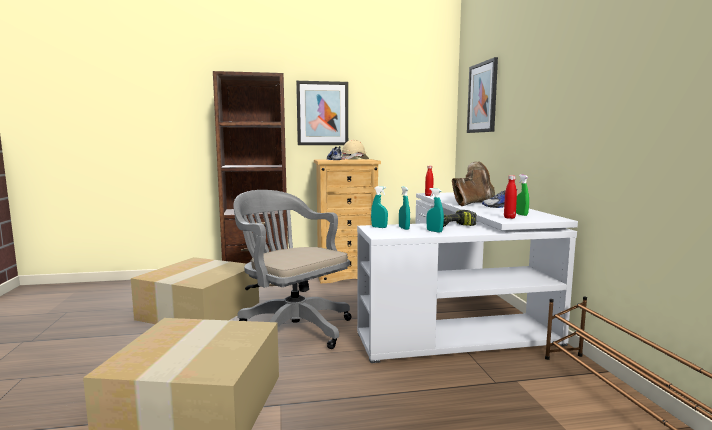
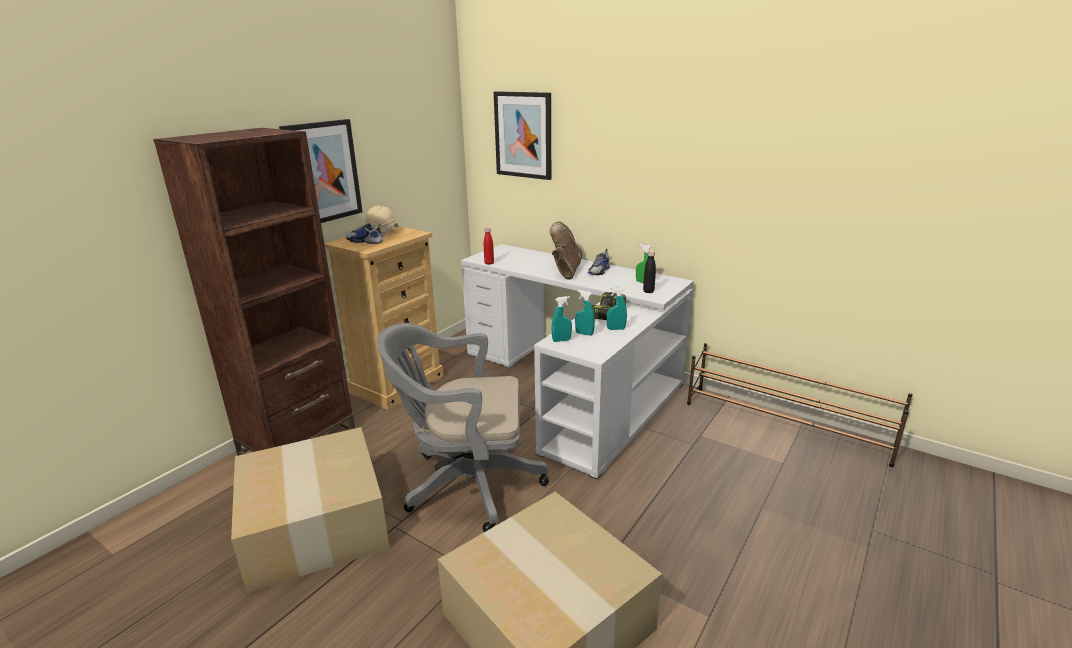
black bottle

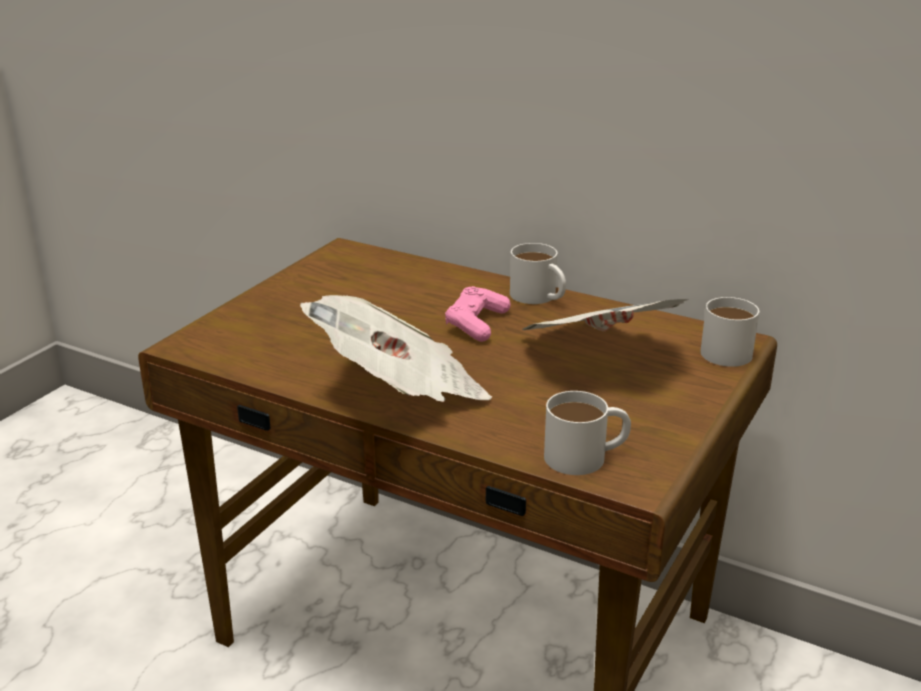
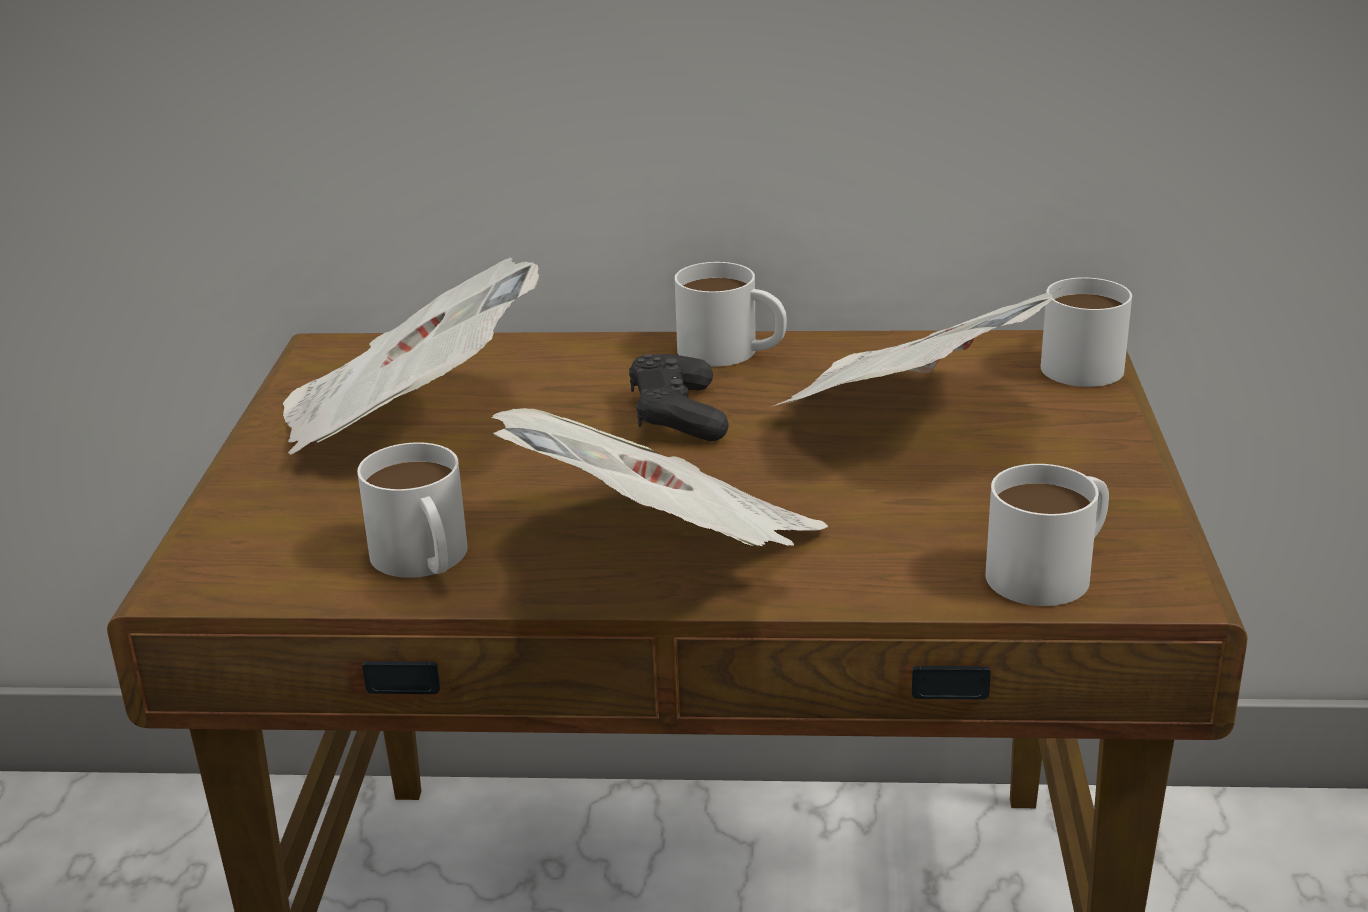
black game controller
newspaper (1st from left)
white mug (1st from left)

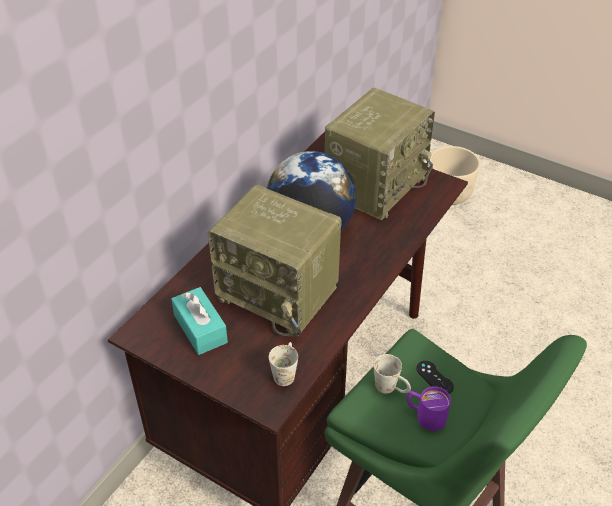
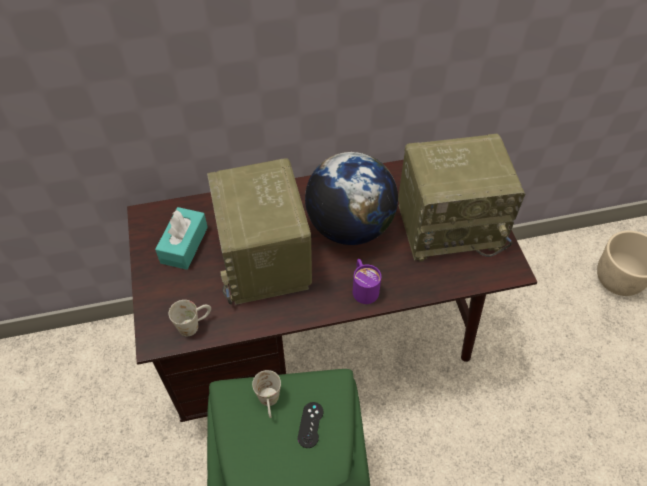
purple mug

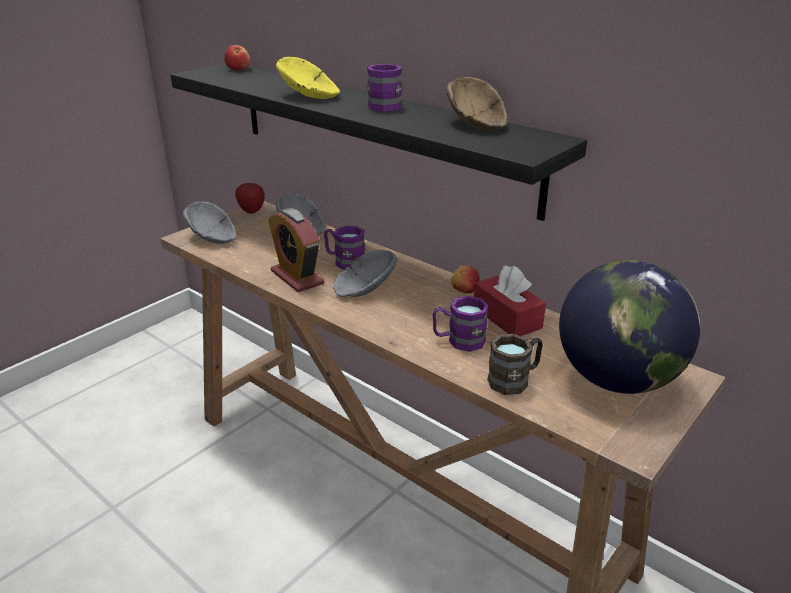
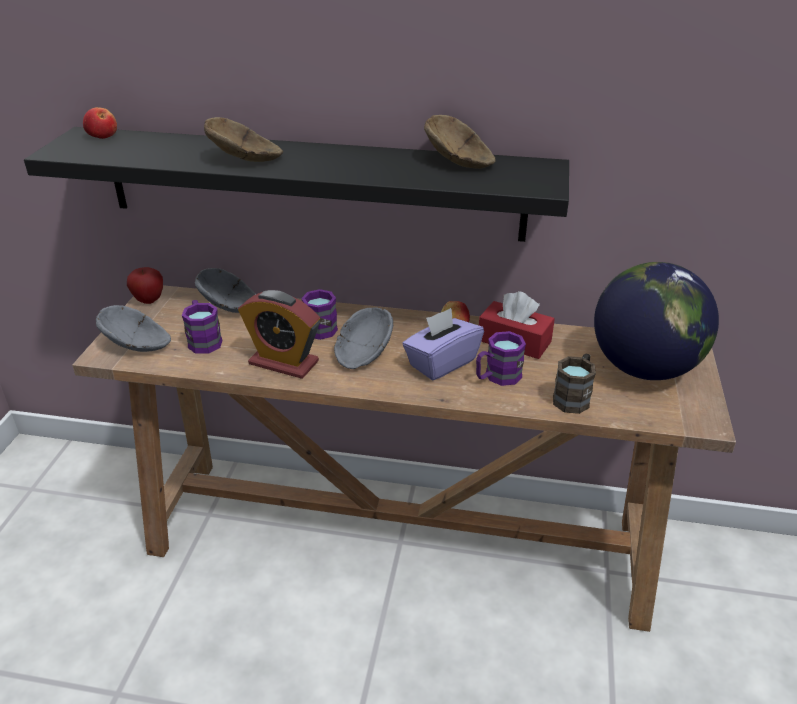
brown bowl (1st from left)
purple mug (1st from left)
purple tissue box

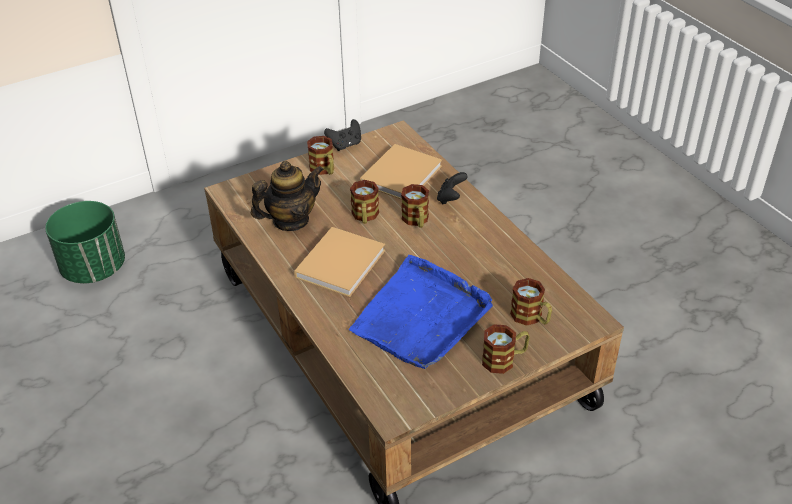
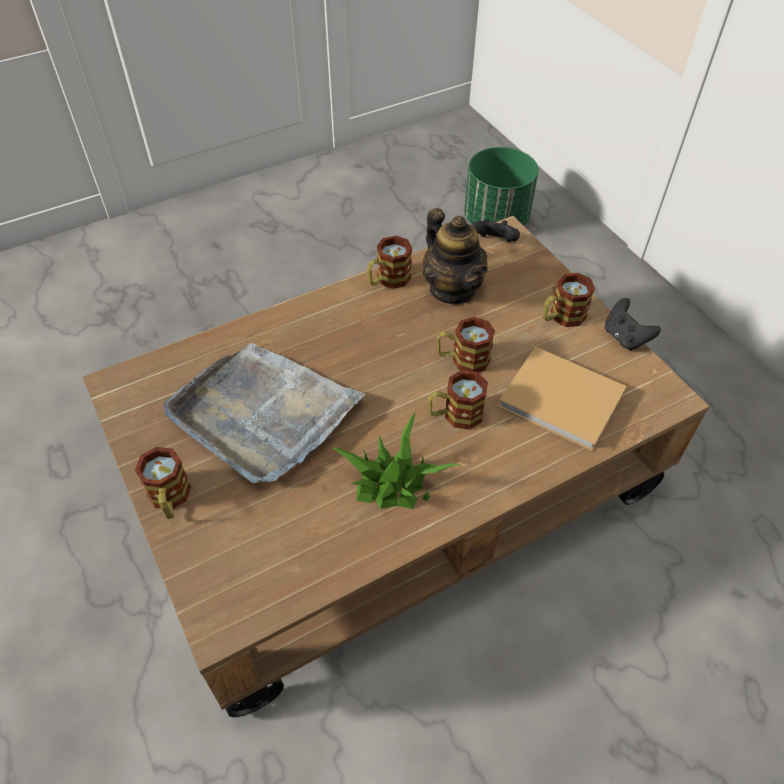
beige book (1st from left in the first image)
grey tray
black game controller (1st from left)
mug (2nd from left)
potted plant

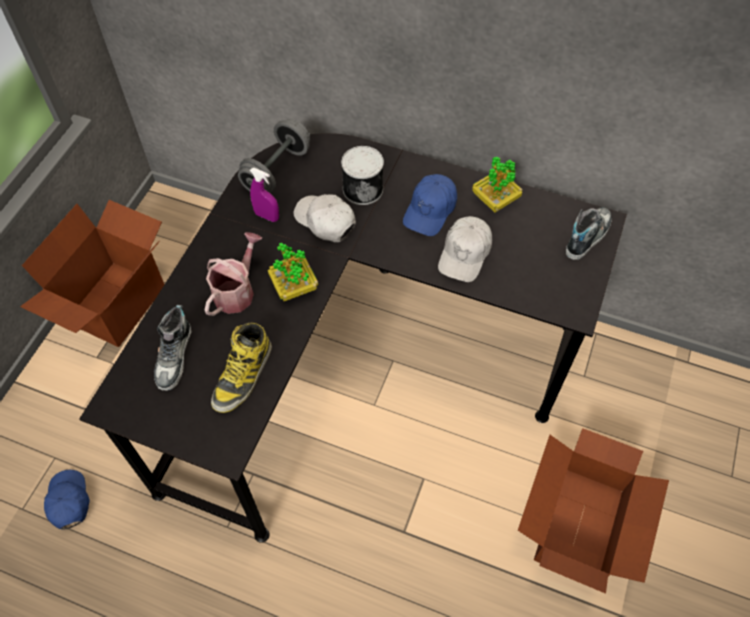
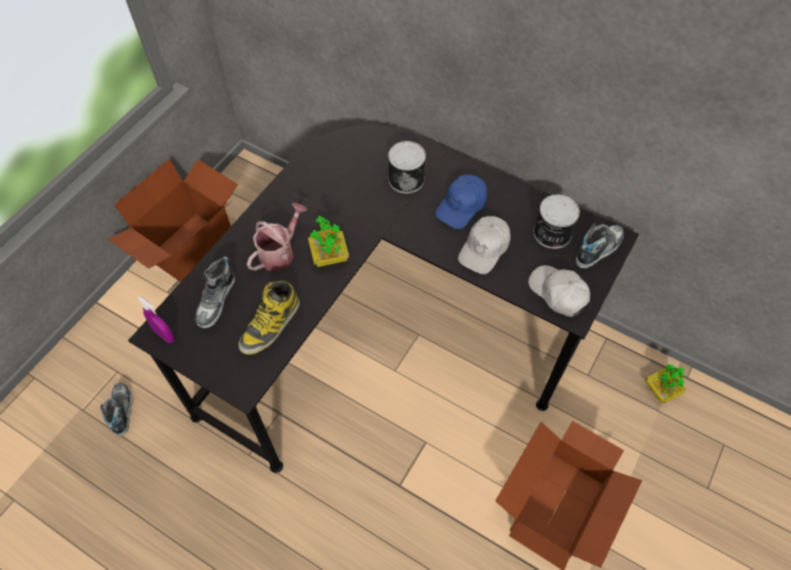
shoe (1st from left)
grey dumbbell
purple spray bottle
white cap (2nd from left)
potted plant (2nd from left)
can (2nd from left)

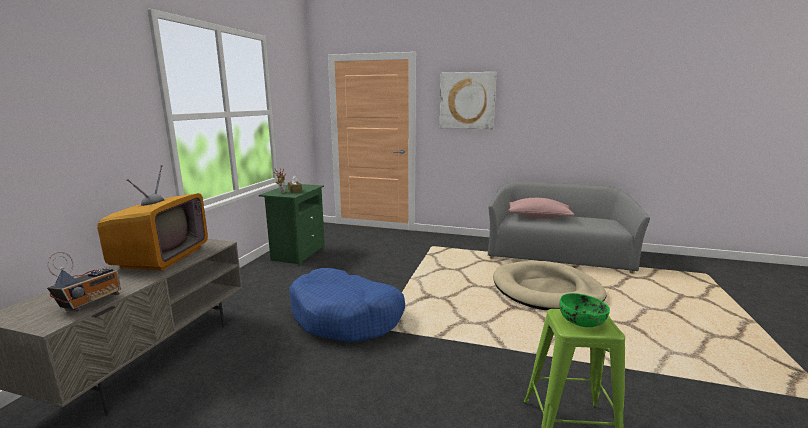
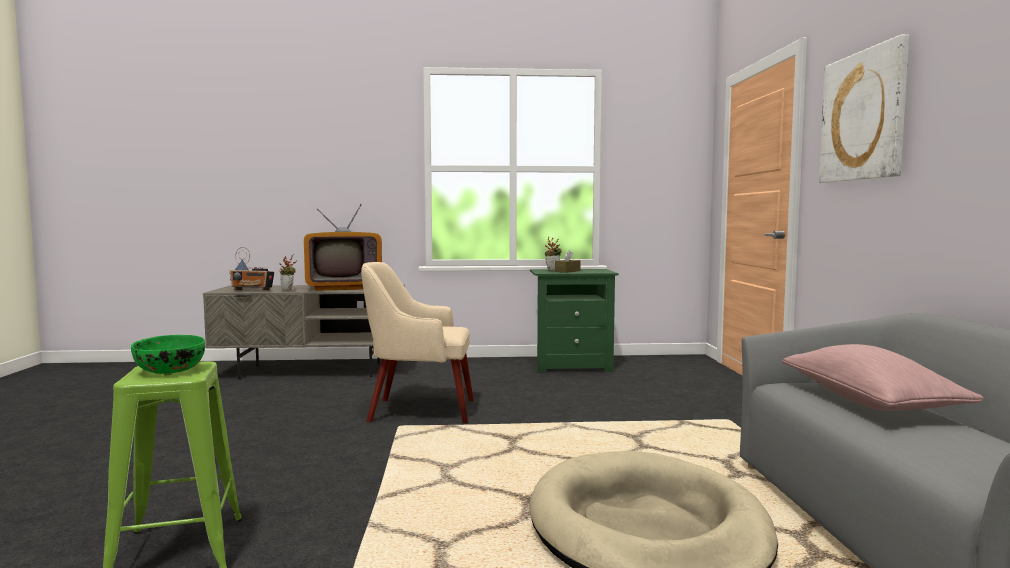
beige armchair
potted plant (1st from left)

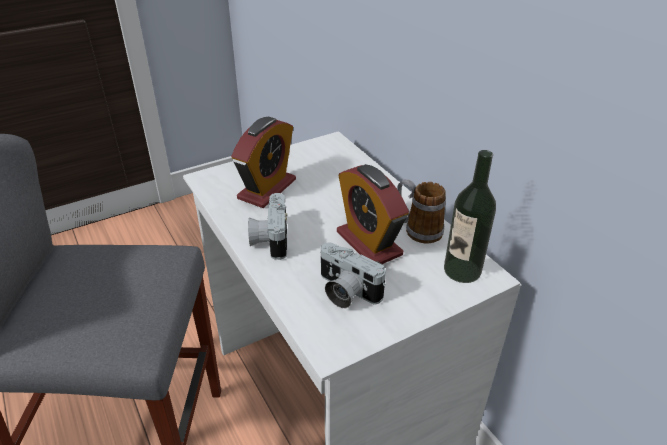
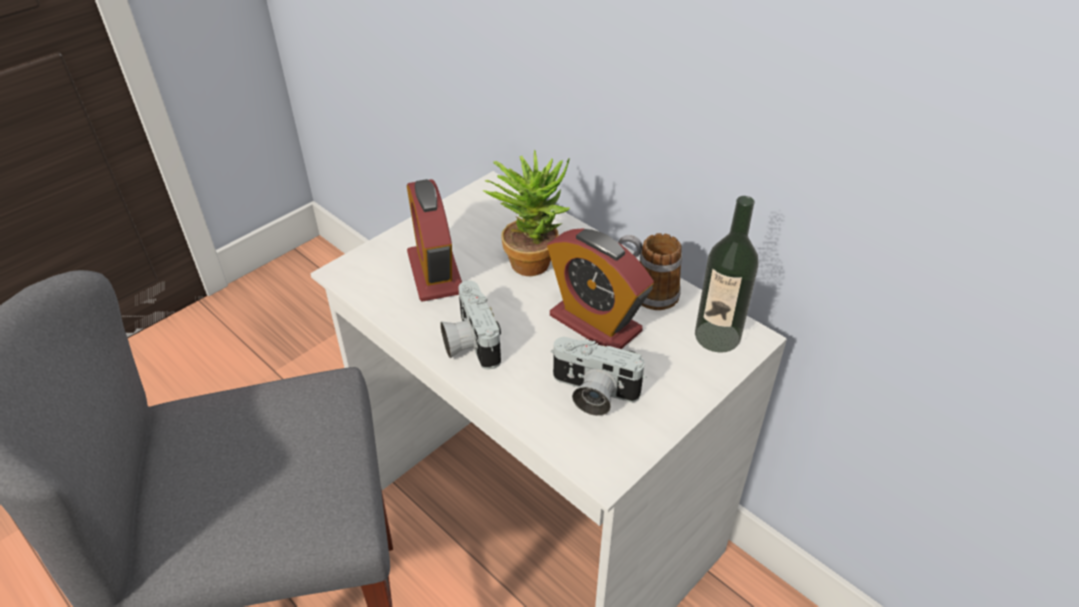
alarm clock (1st from left)
potted plant

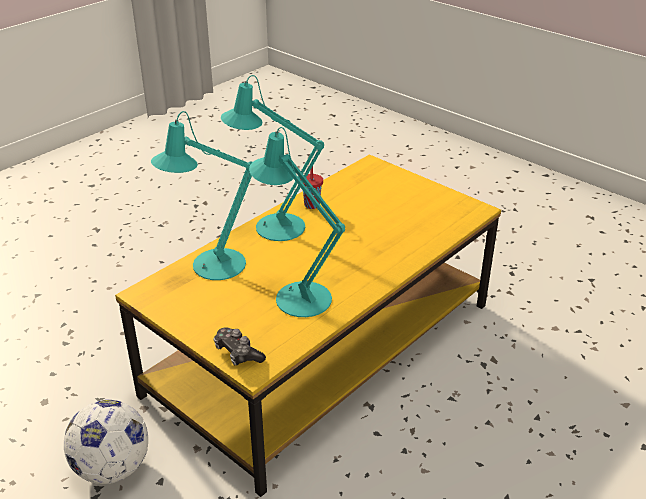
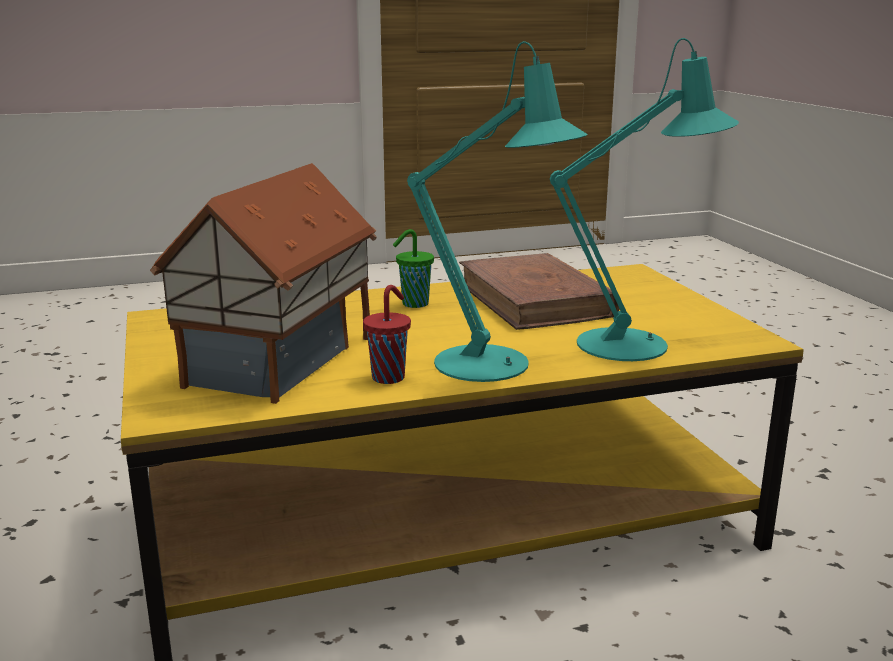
football
game controller
brown book
toy house
green cup

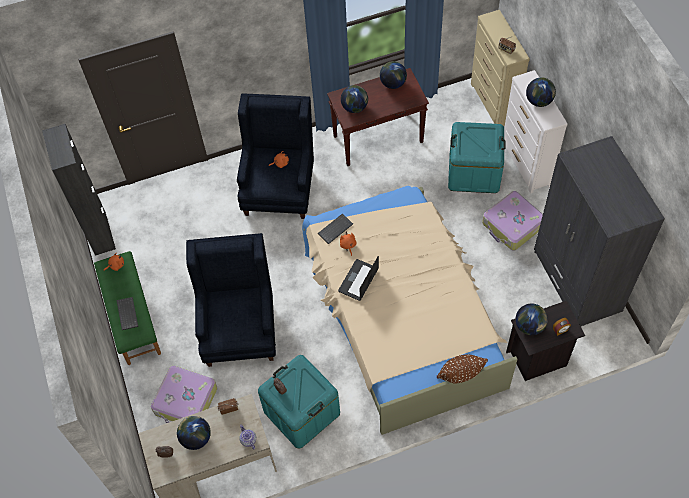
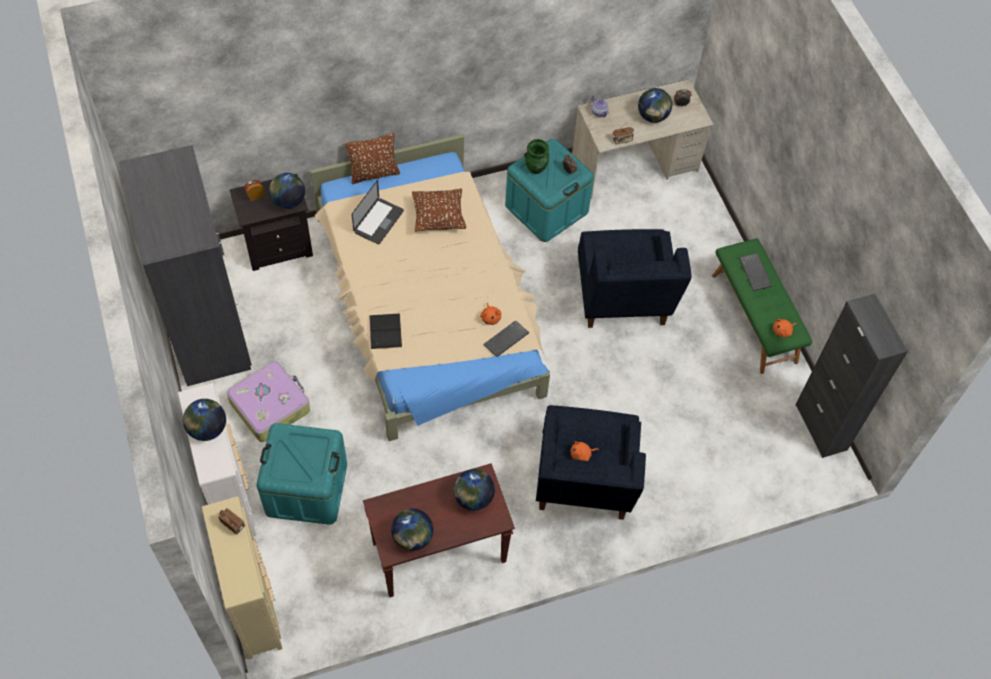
suitcase (1st from left in the first image)
laptop
black book
brown pillow (2nd from left)
green vase

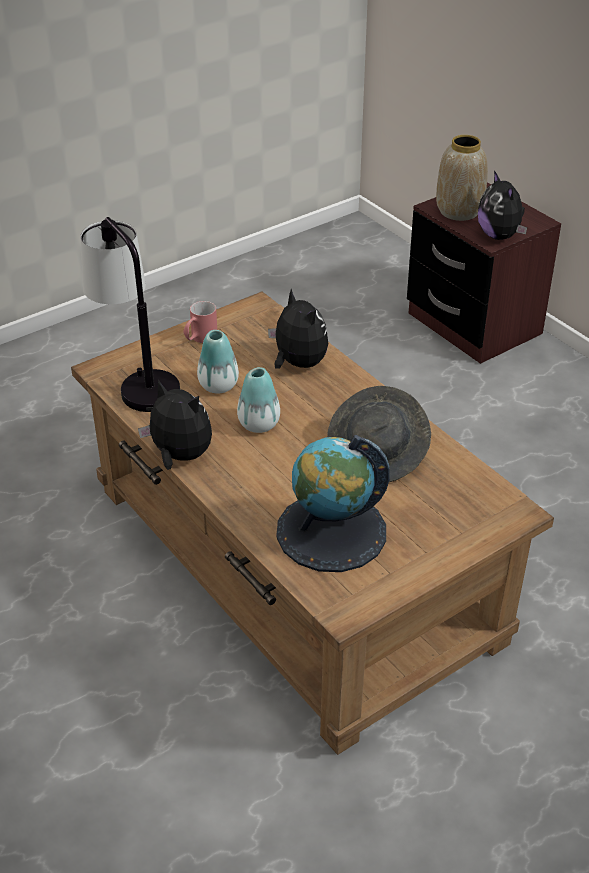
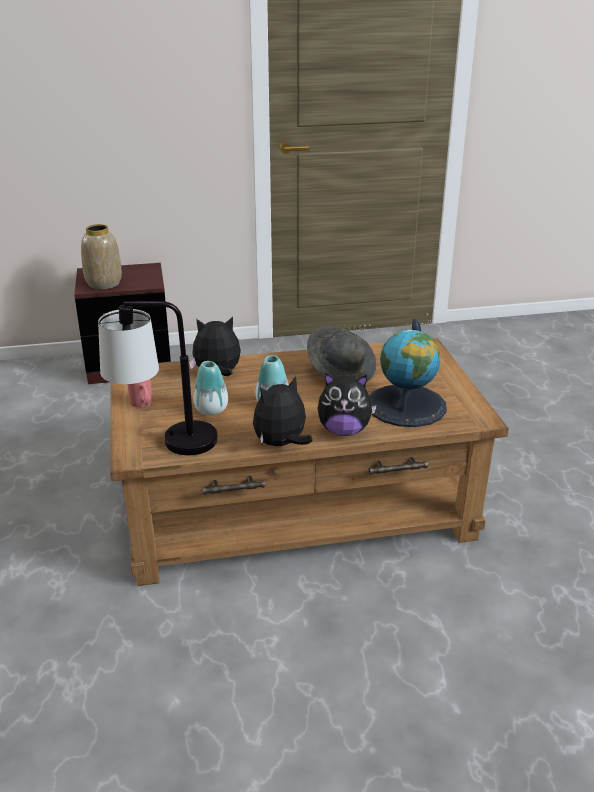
plush toy (3rd from left)

